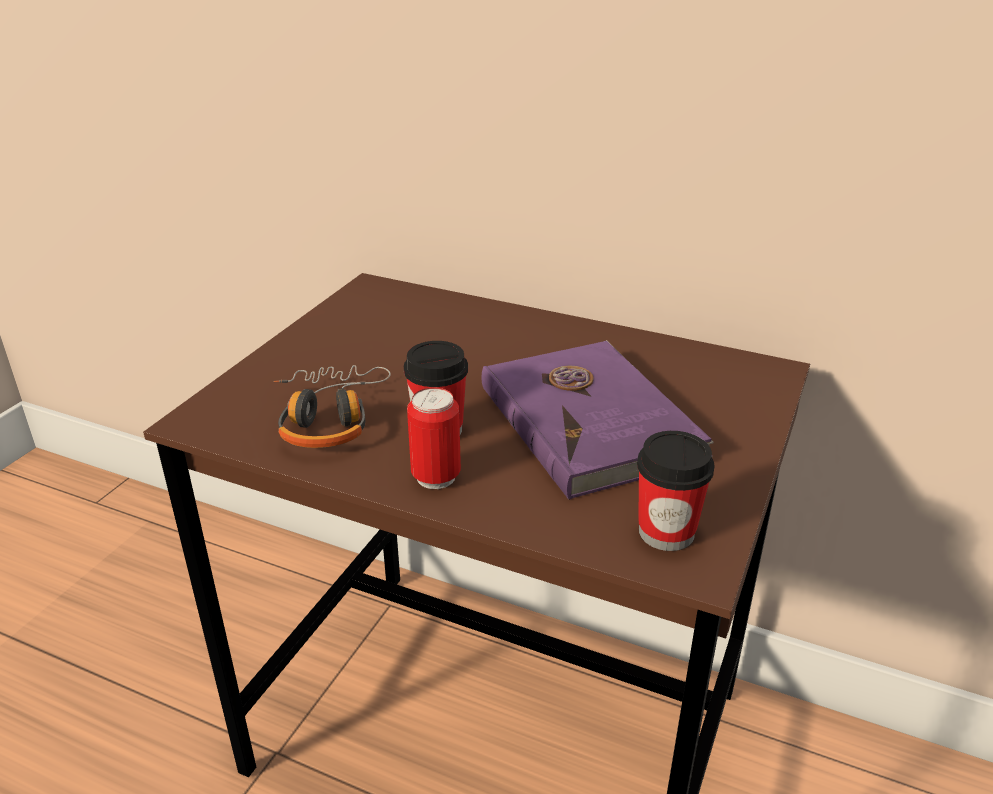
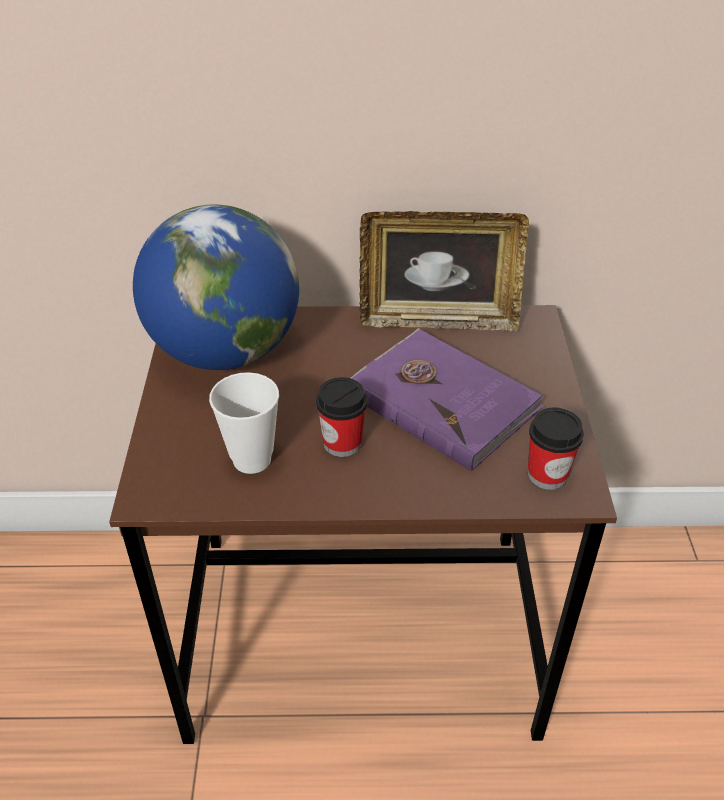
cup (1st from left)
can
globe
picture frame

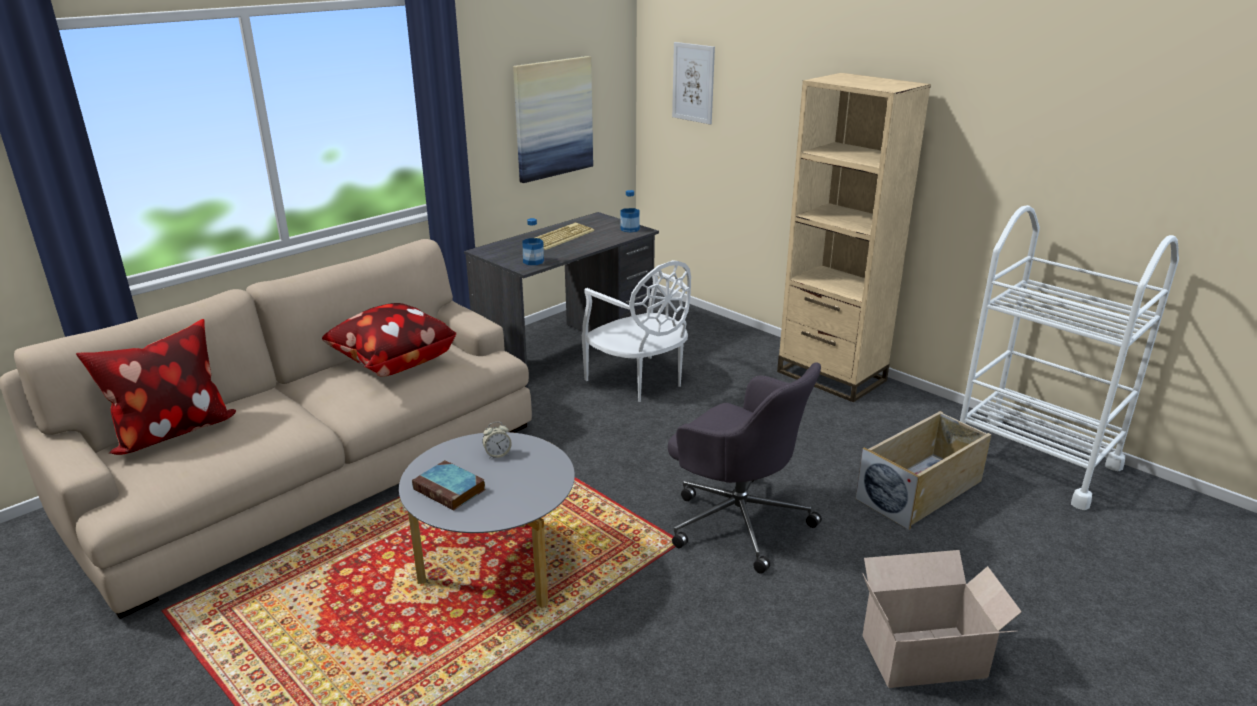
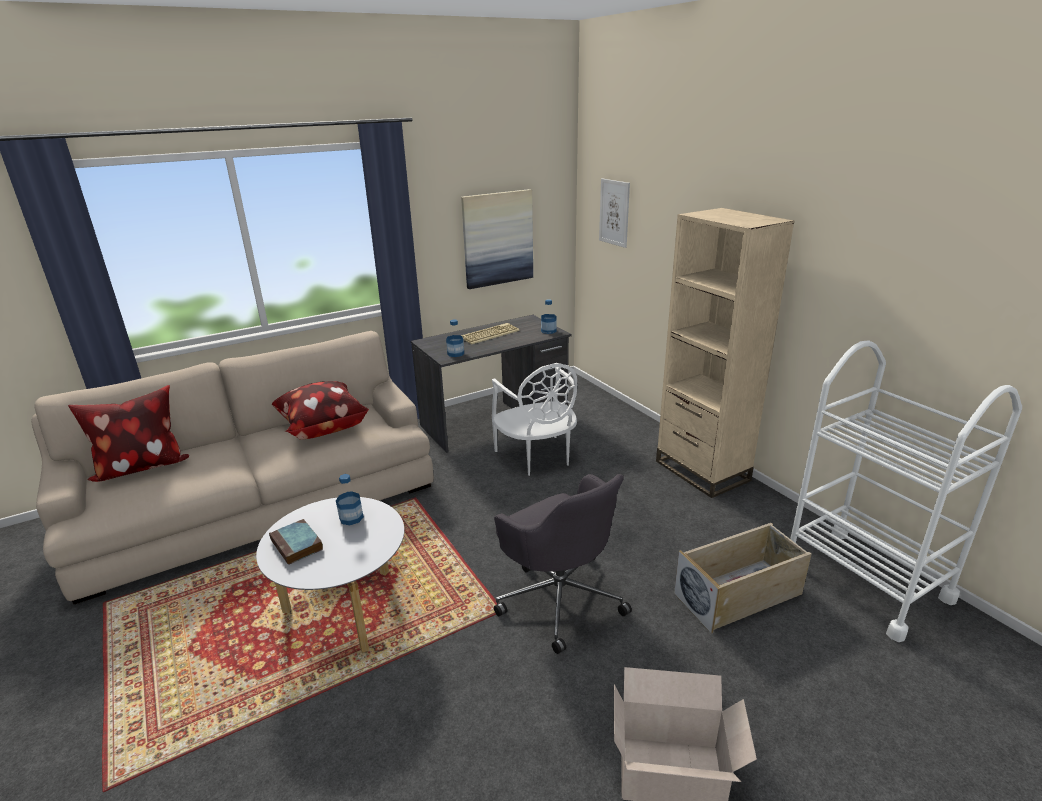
bottle (1st from left)

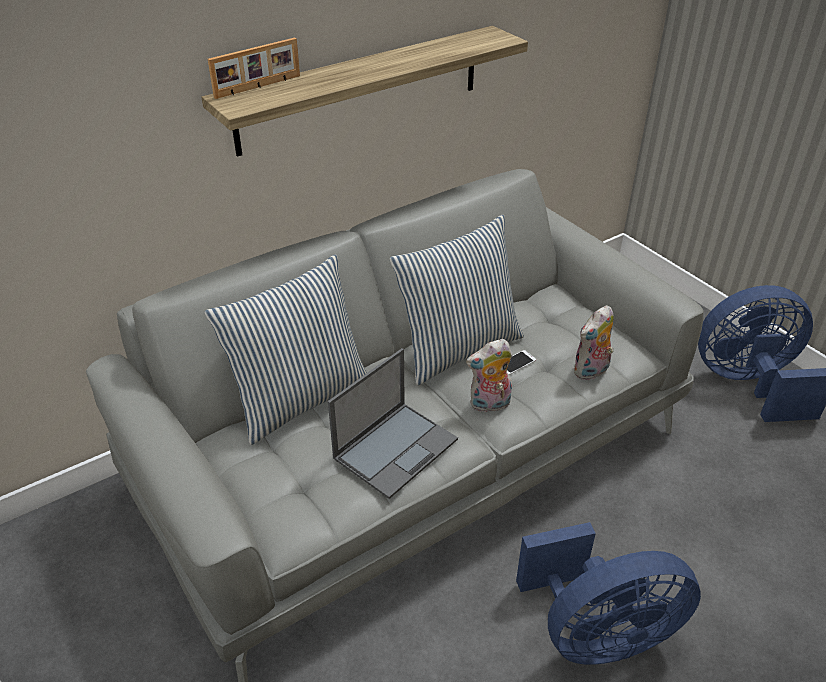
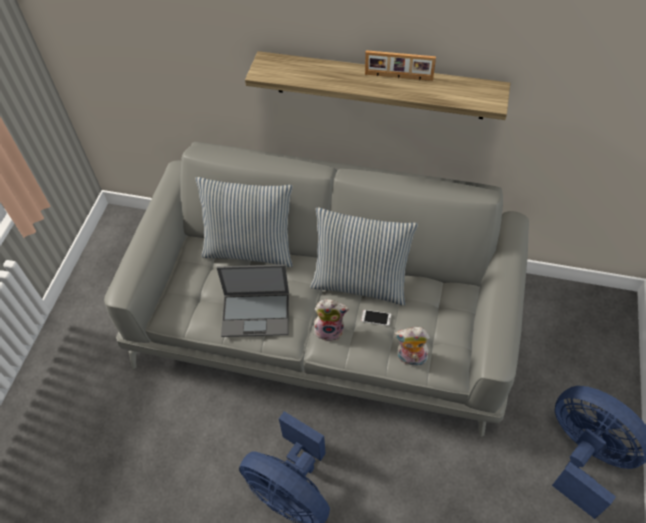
picture frame
plush toy (1st from left)

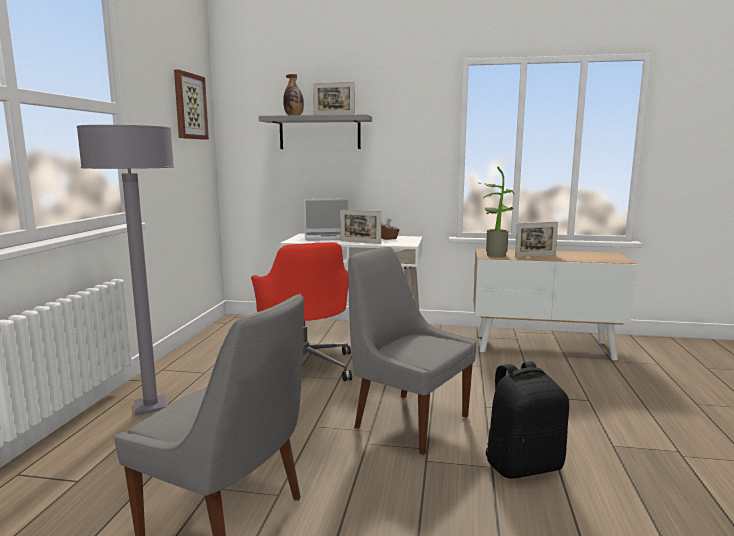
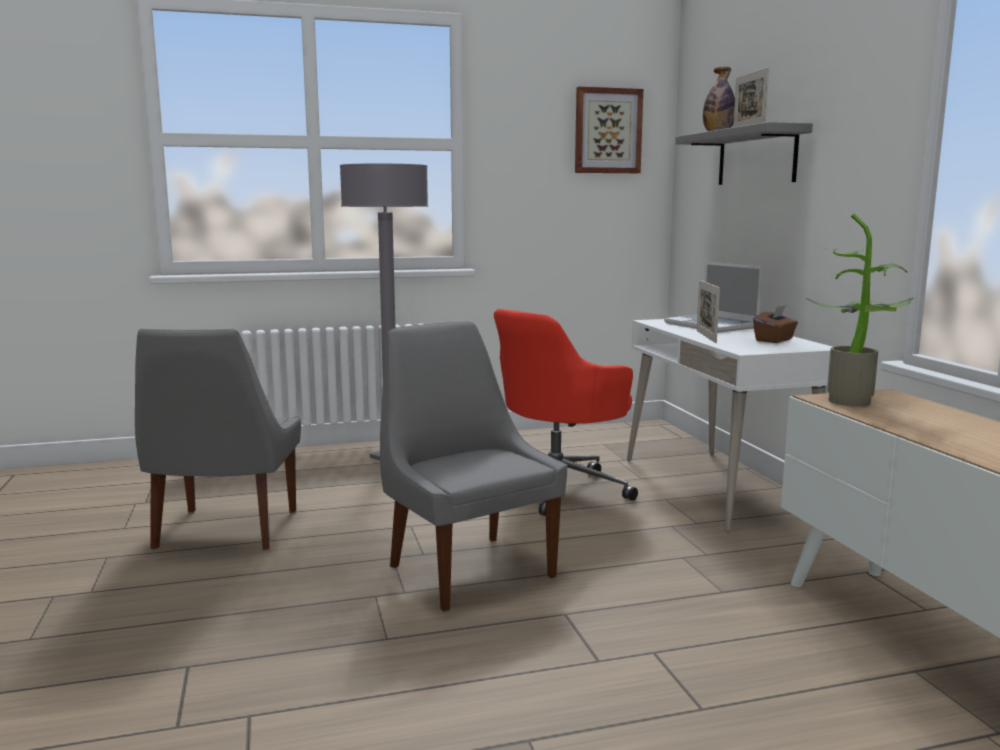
grey chair (2nd from left)
black backpack
picture frame (3rd from left in the first image)

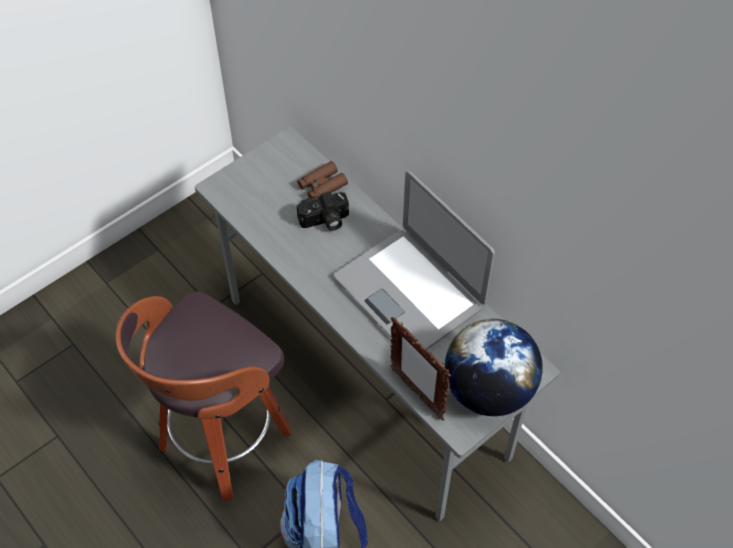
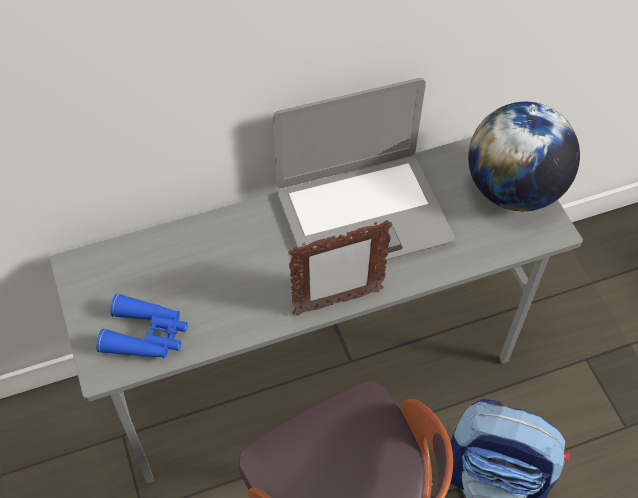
brown binoculars
photo camera
picture frame
blue binoculars

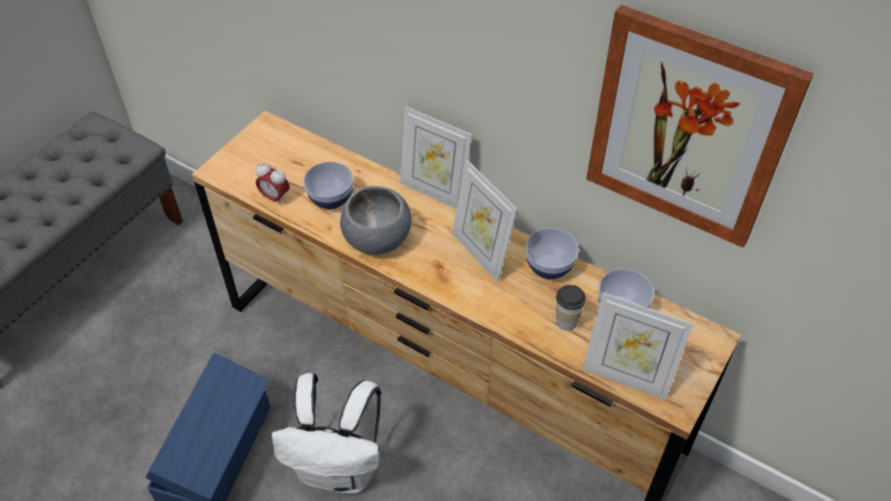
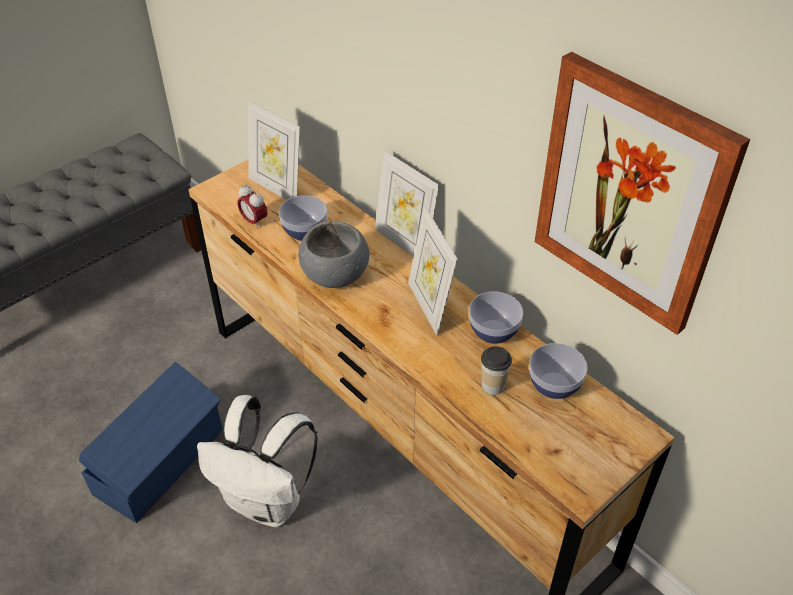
picture frame (1st from left)

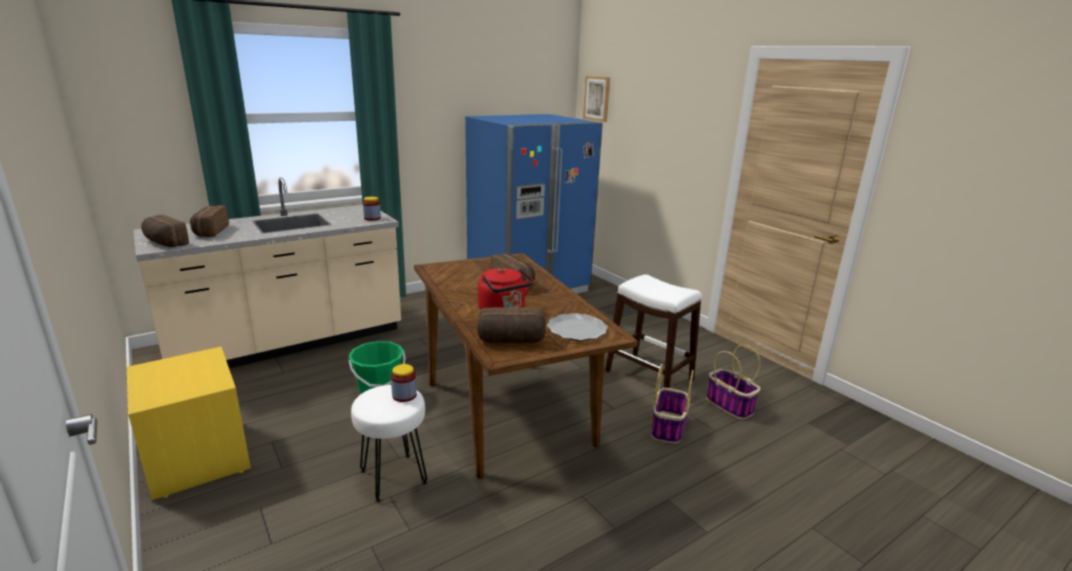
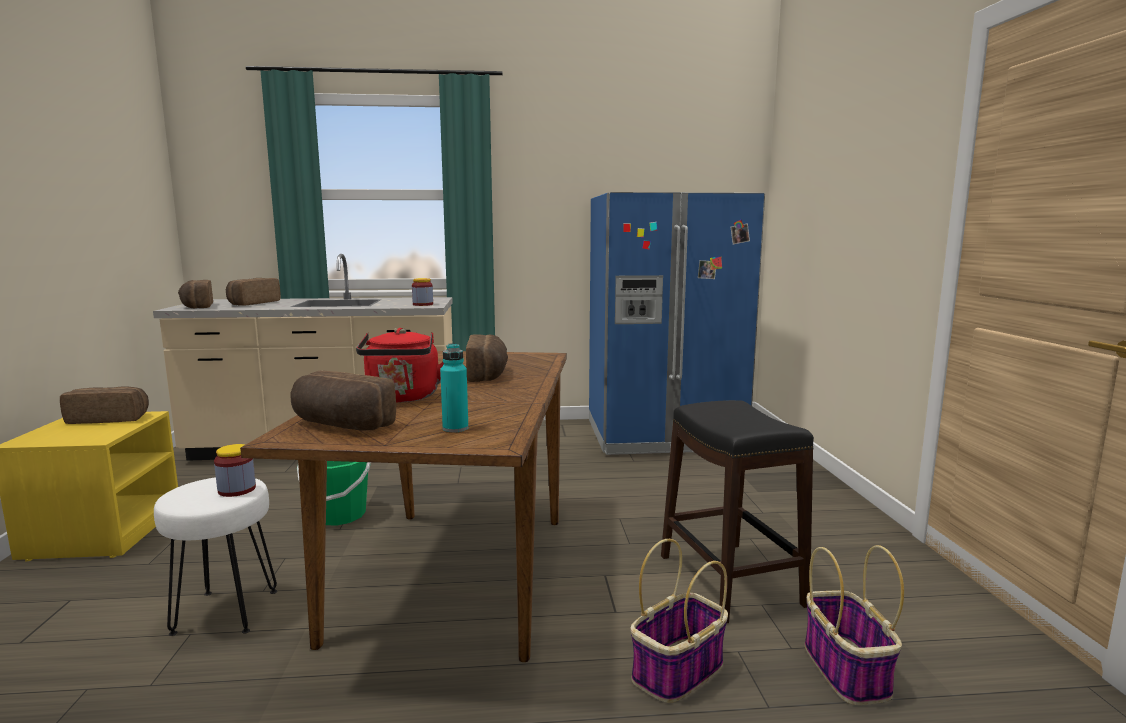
turquoise bottle
picture
black stool
bread (1st from left)

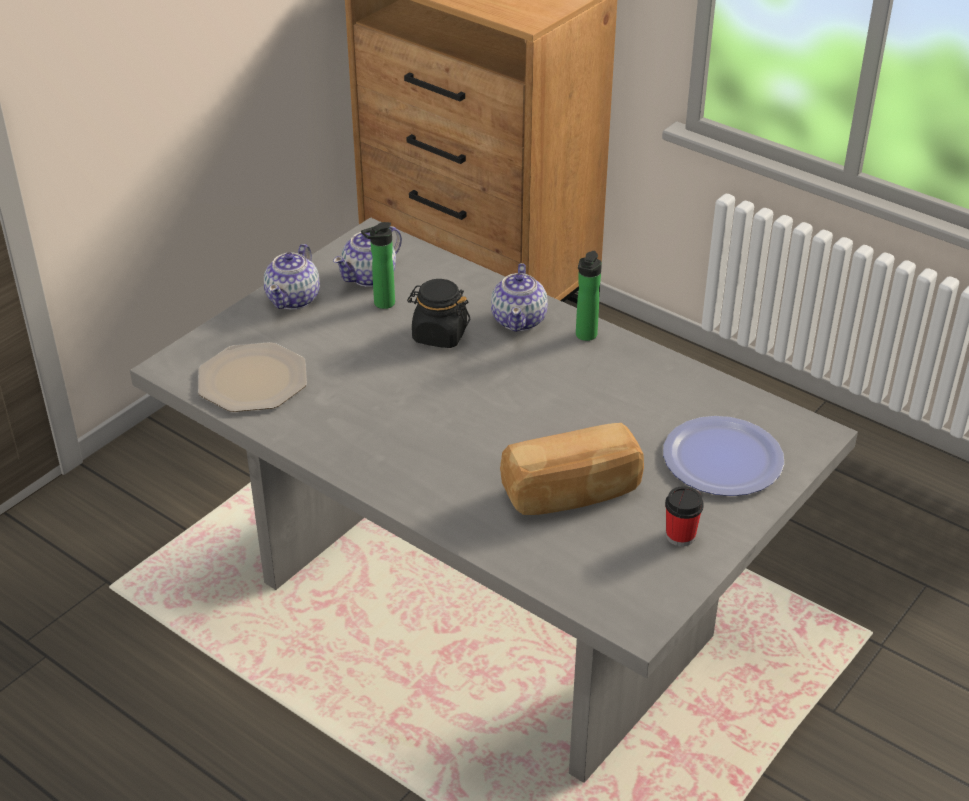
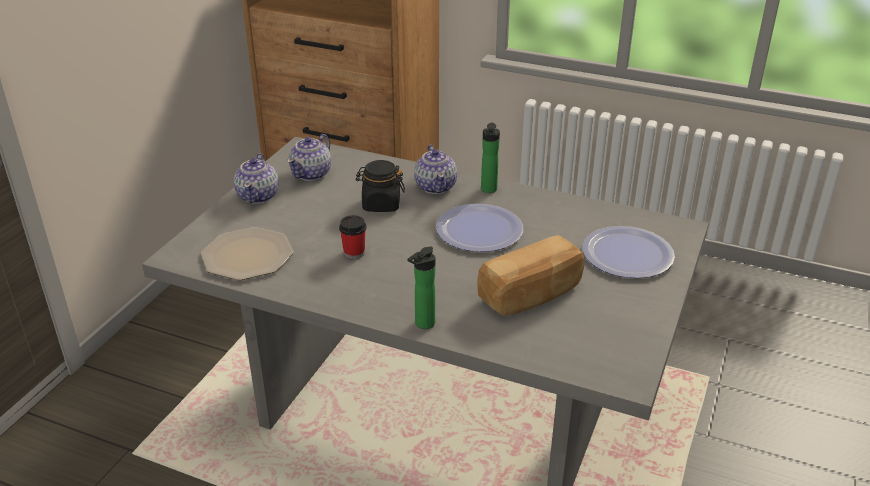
bottle (1st from left)
cup
plate (2nd from left)

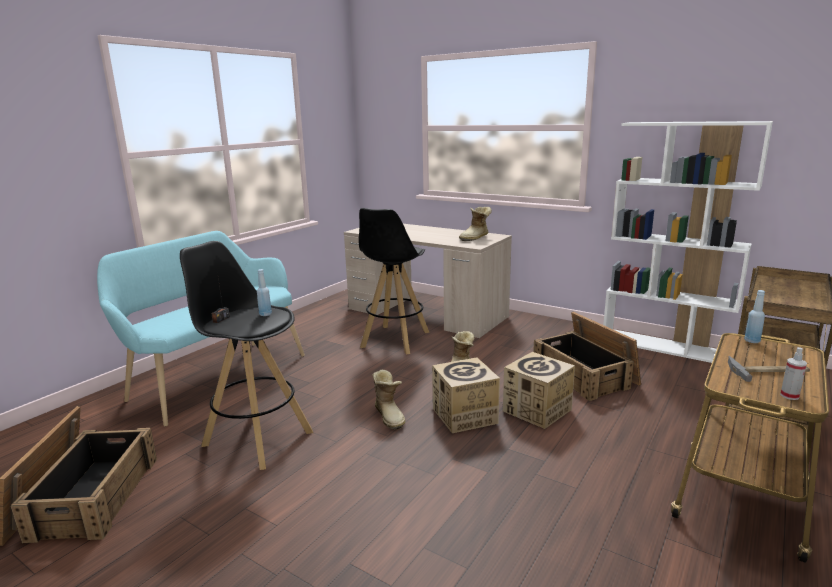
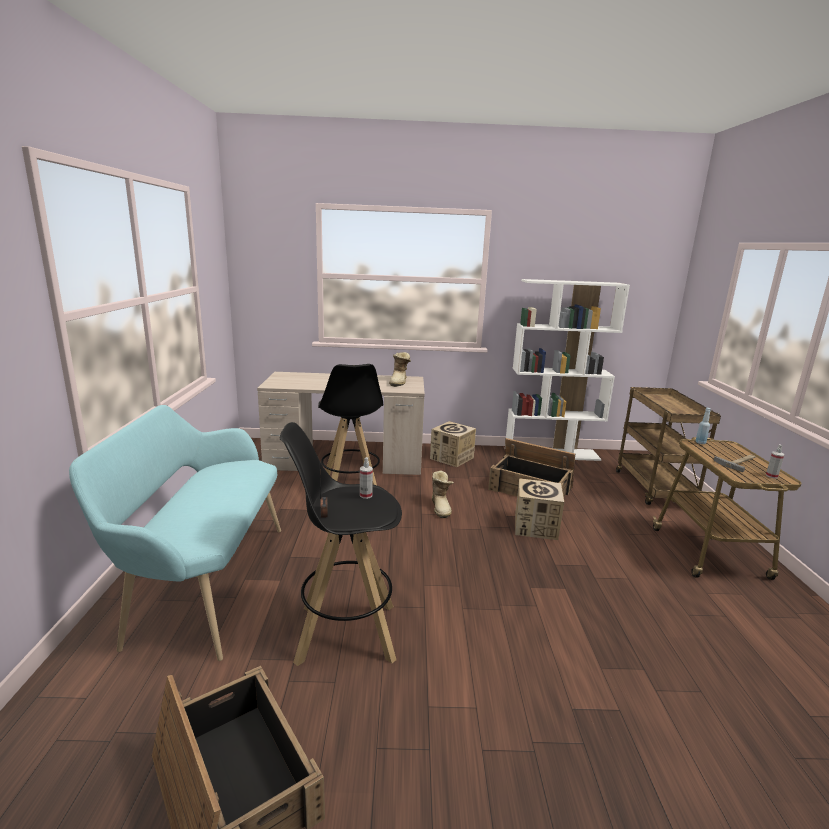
spray bottle (1st from left)
boot (1st from left in the first image)
cardboard box (1st from left)

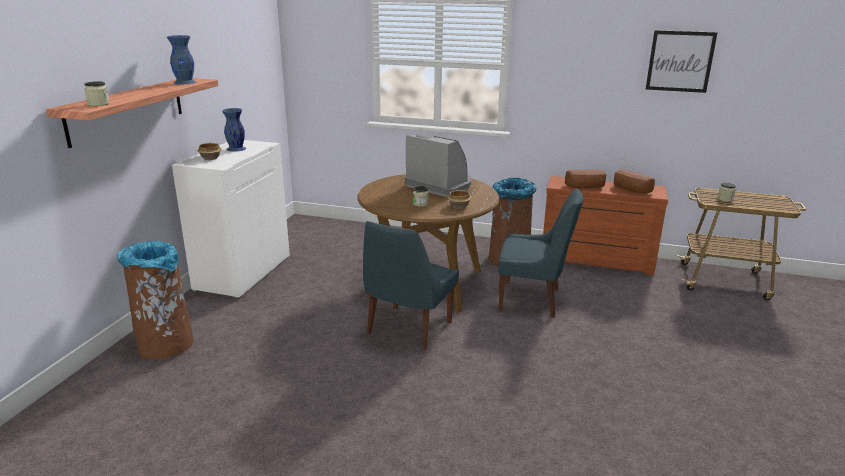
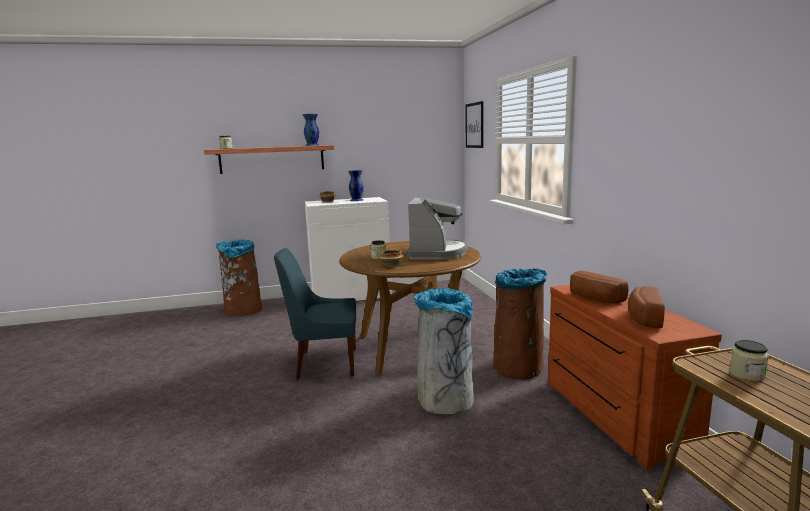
grey trash can
picture

